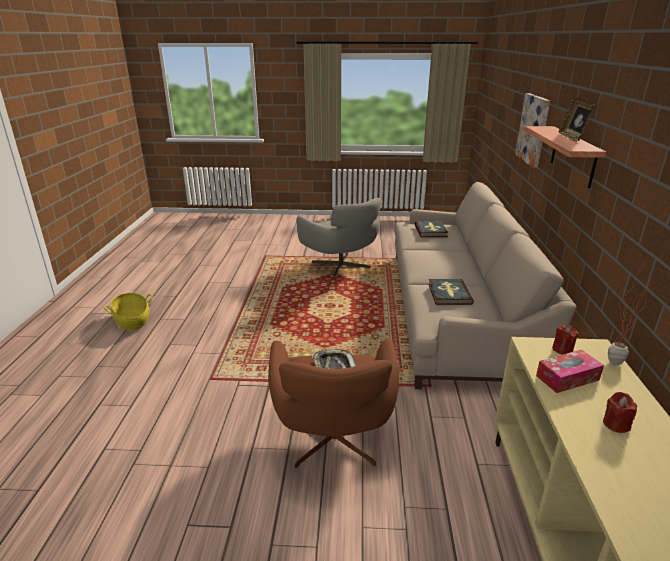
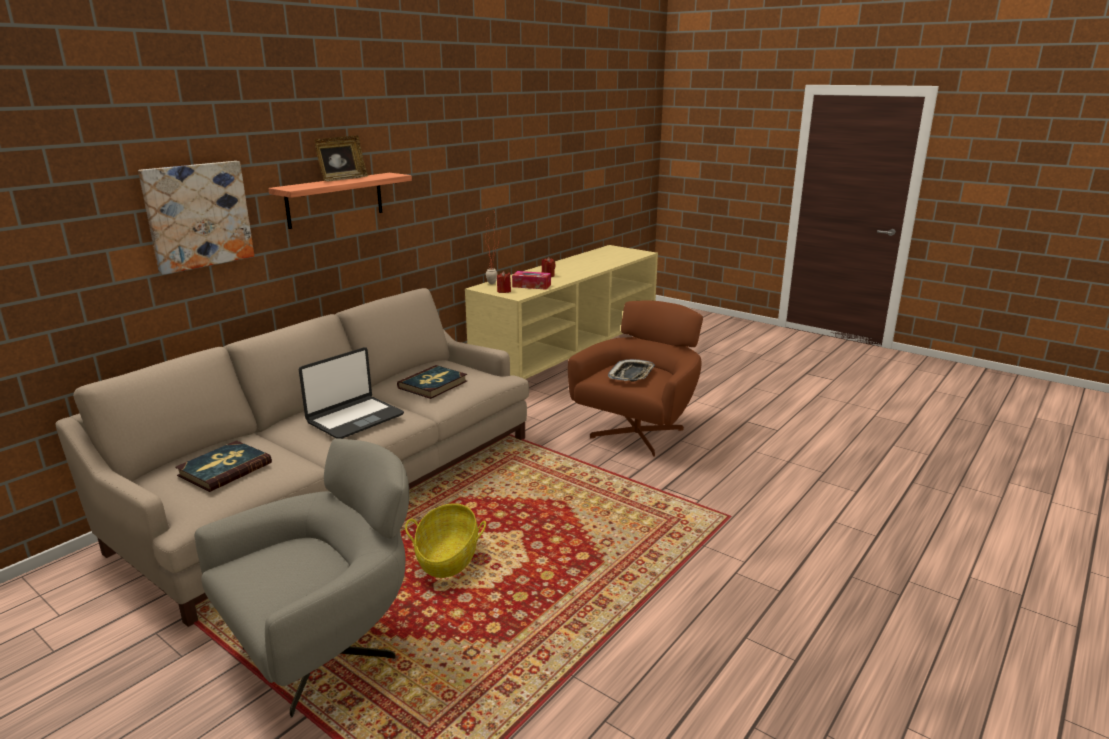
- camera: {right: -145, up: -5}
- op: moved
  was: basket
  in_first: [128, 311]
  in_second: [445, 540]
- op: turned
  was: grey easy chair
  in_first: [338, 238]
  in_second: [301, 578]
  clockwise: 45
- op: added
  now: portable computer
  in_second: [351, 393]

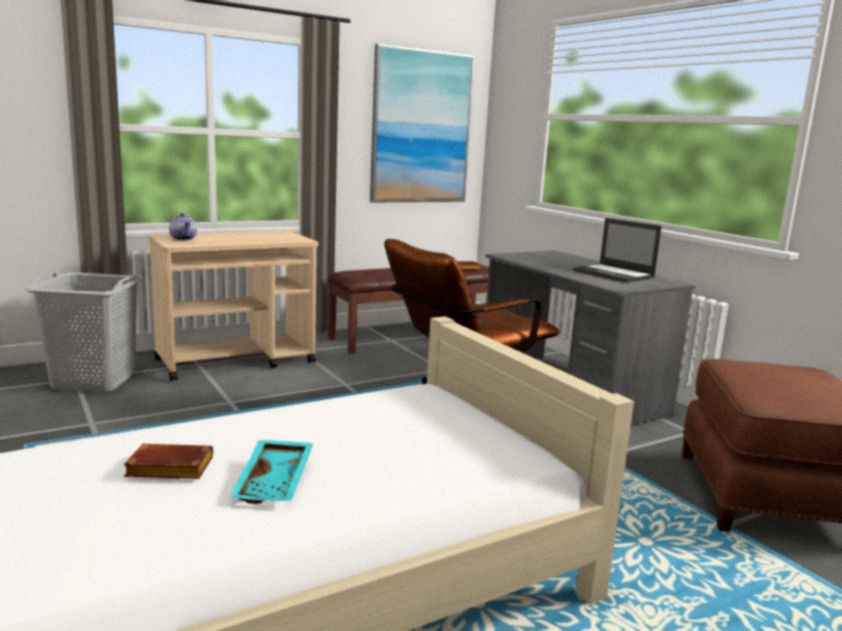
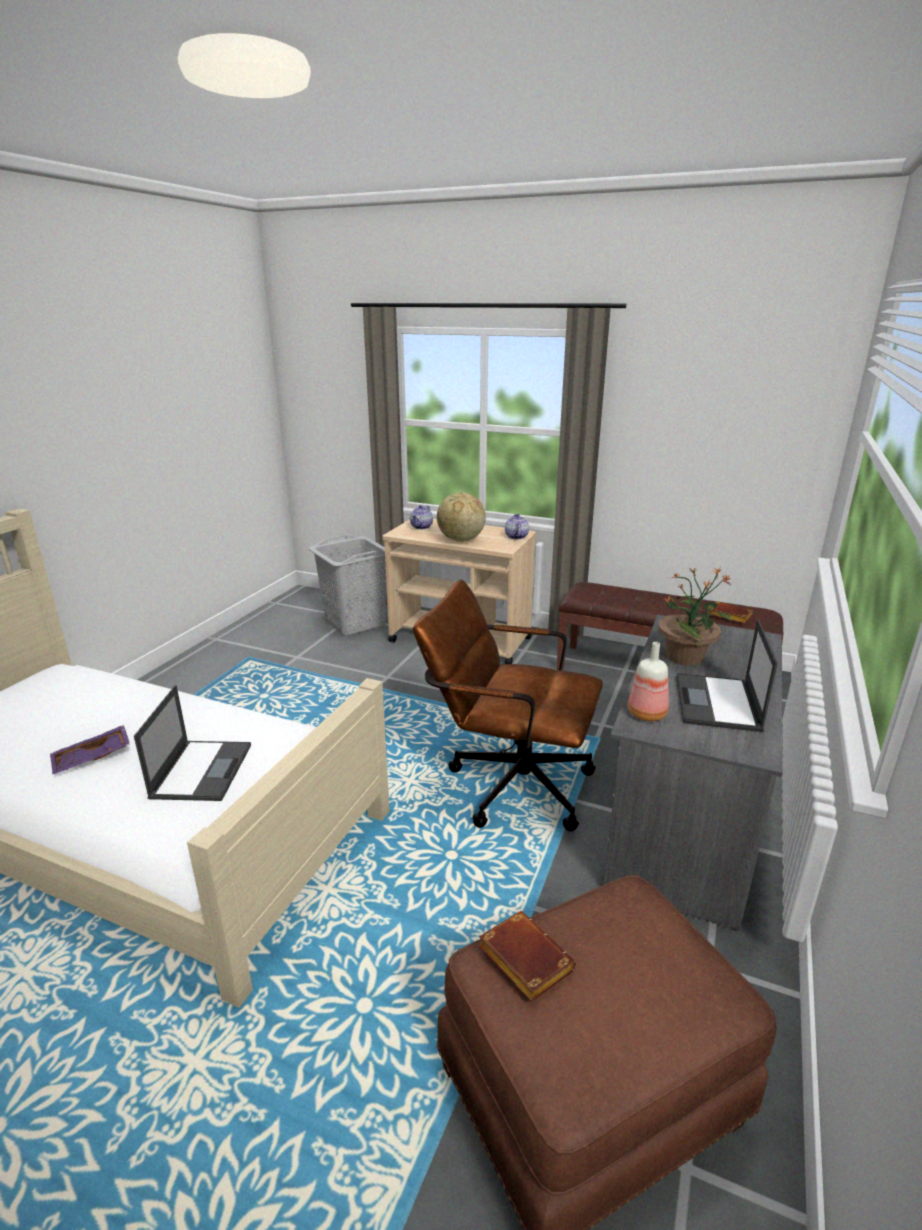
- camera: {right: 55, up: 10}
- op: moved
  was: brown-coloured book
  in_first: [168, 461]
  in_second: [527, 956]
- op: recoloured
  was: blue-green tray
  now: purple tray
  in_first: [271, 472]
  in_second: [90, 750]
- op: removed
  was: wall picture
  in_first: [422, 123]
- op: added
  now: portable computer
  in_second: [192, 743]
- op: added
  now: globe
  in_second: [461, 517]
- op: added
  now: tea pot
  in_second: [517, 526]
- op: added
  now: beverage bottle
  in_second: [648, 681]
- op: added
  now: potted plant
  in_second: [695, 617]

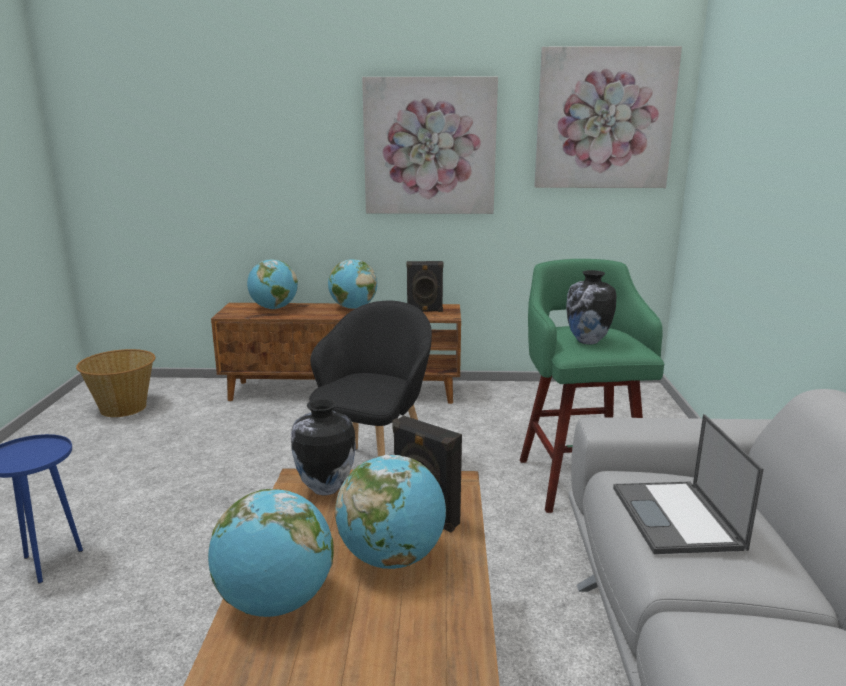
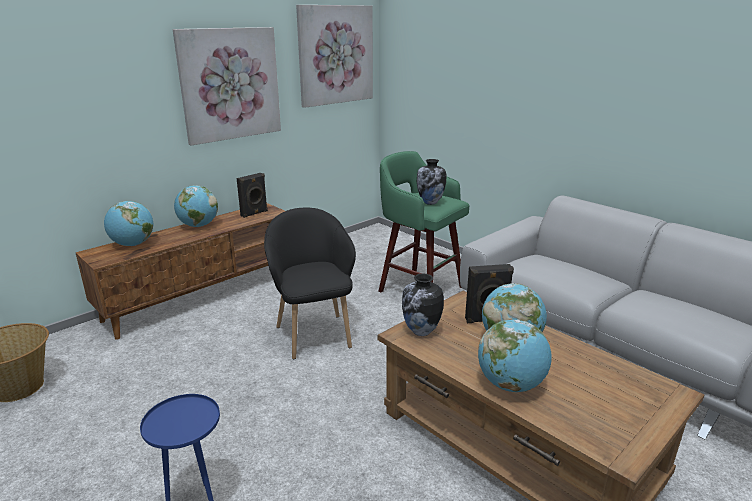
- camera: {right: -45, up: 5}
- op: removed
  was: portable computer
  in_first: [688, 484]

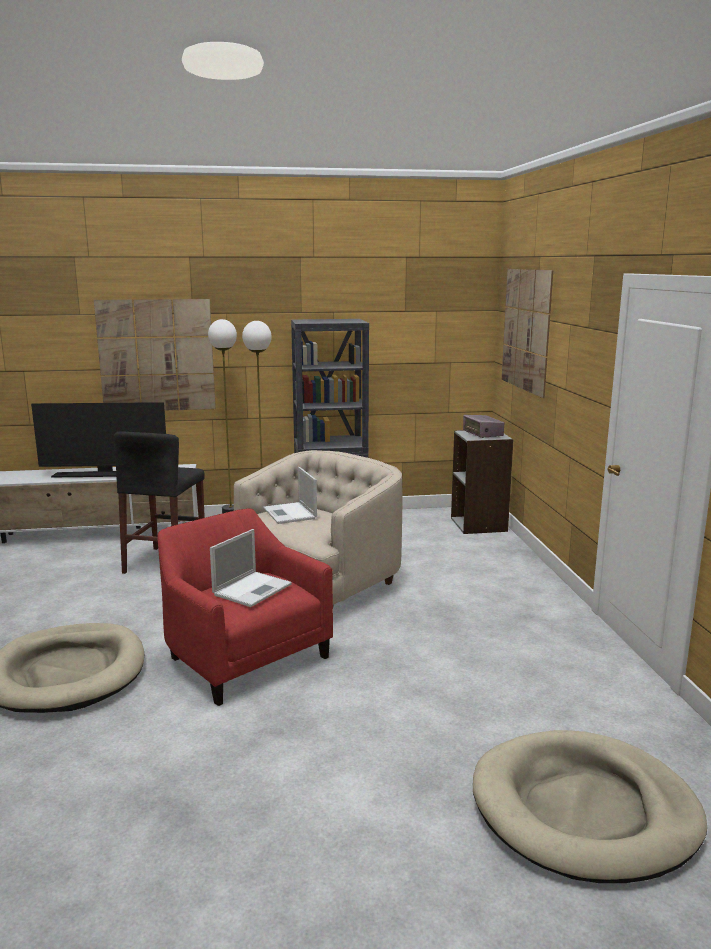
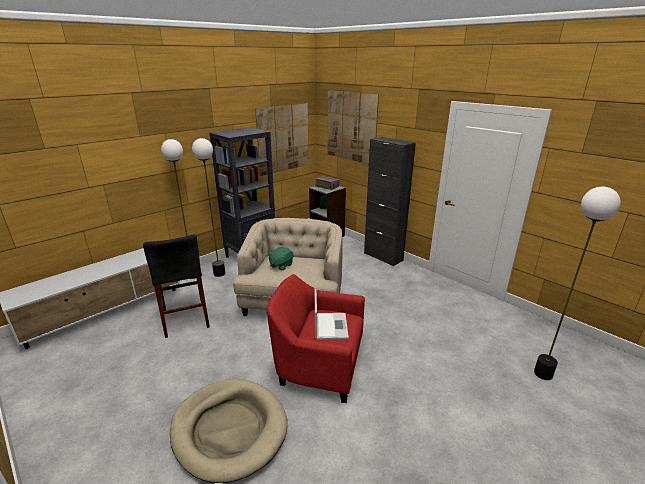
- camera: {right: -35, up: 10}
- op: removed
  was: TV set
  in_first: [98, 440]
- op: moved
  was: wall picture
  in_first: [155, 354]
  in_second: [282, 139]
- op: replaced
  was: portable computer
  now: greenish plush toy
  in_first: [290, 495]
  in_second: [280, 258]
- op: replaced
  was: beige-coloured dog bed
  now: floor lamp
  in_first: [590, 806]
  in_second: [577, 283]
- op: added
  now: blackish cabinet
  in_second: [390, 201]

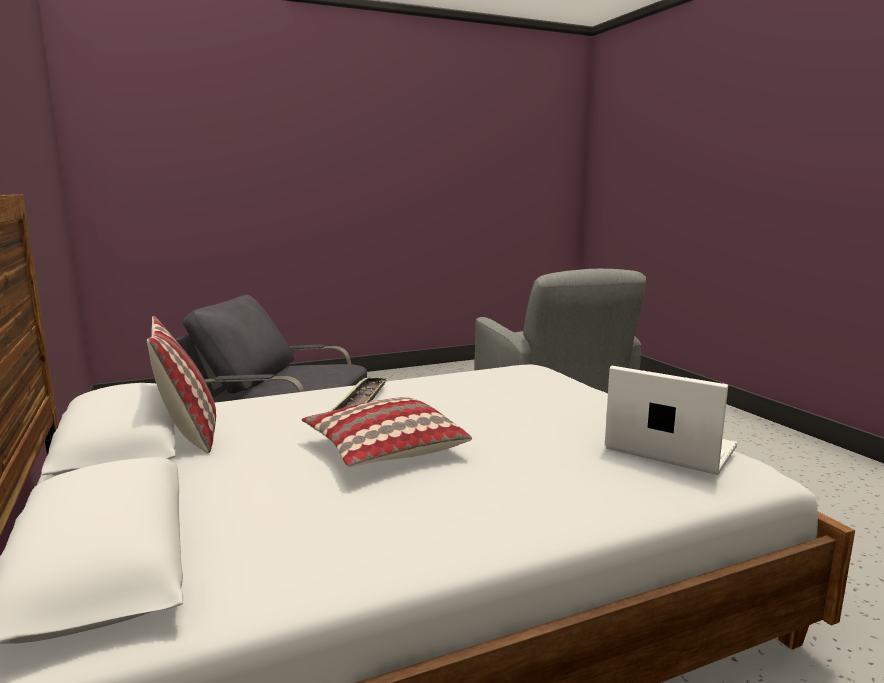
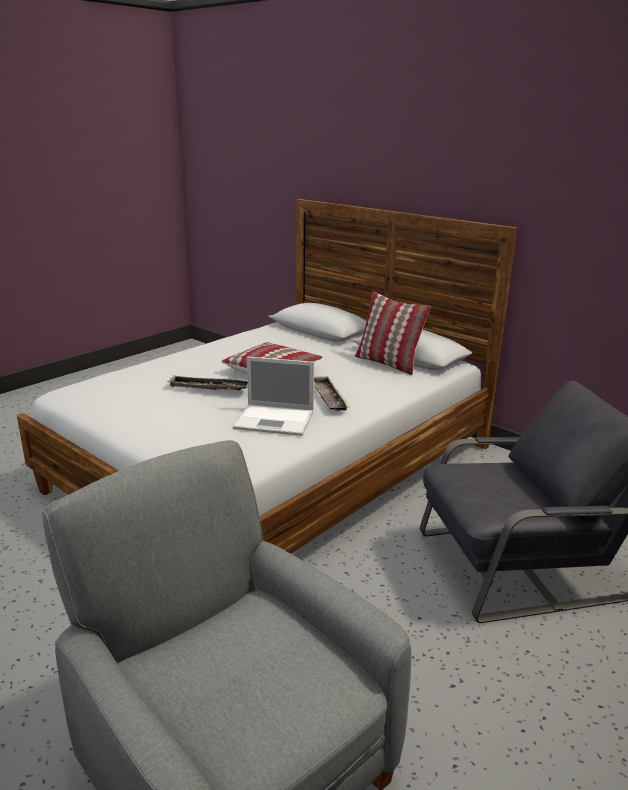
- camera: {right: 155, up: 10}
- op: moved
  was: portable computer
  in_first: [671, 420]
  in_second: [273, 396]
- op: added
  now: tray
  in_second: [207, 383]

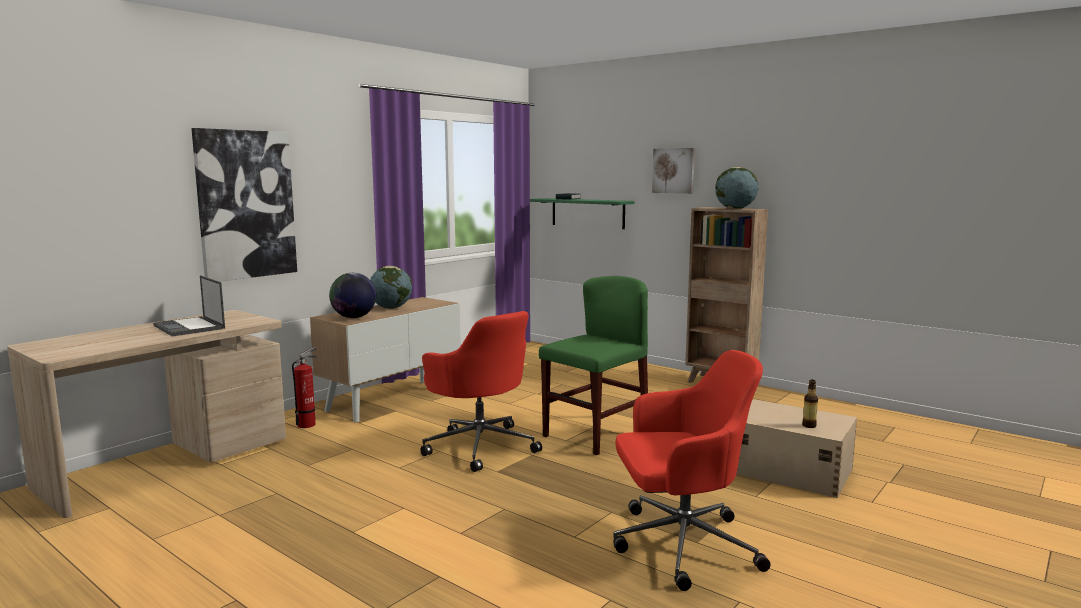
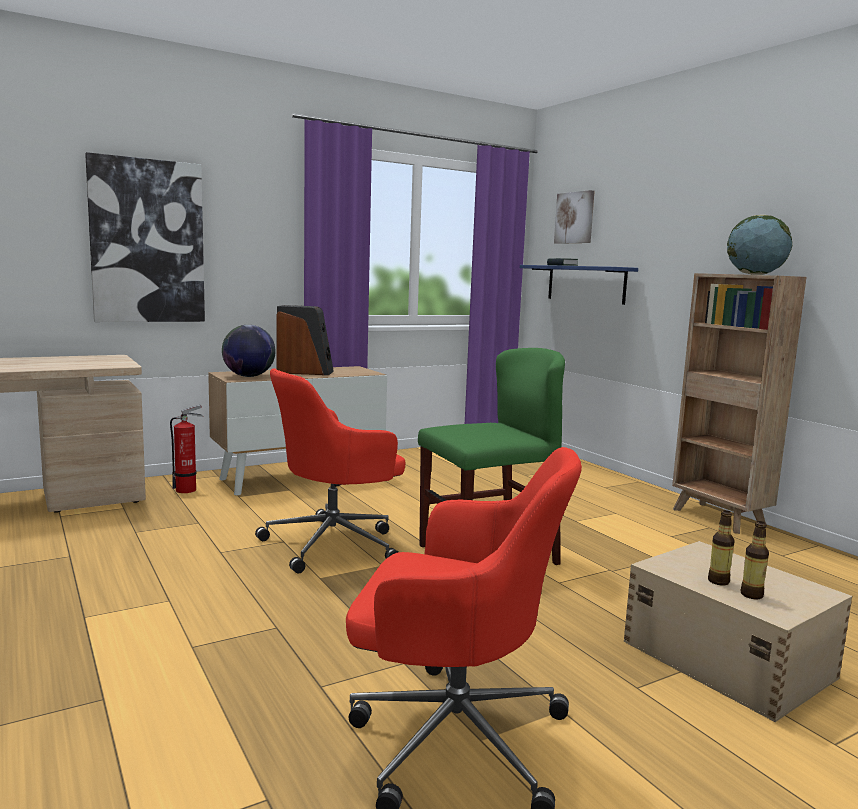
- camera: {right: 20, up: 0}
- op: removed
  was: portable computer
  in_first: [189, 305]
- op: replaced
  was: globe
  now: loudspeaker
  in_first: [391, 287]
  in_second: [305, 340]
- op: turned
  was: red desk chair
  in_first: [481, 391]
  in_second: [330, 471]
  clockwise: 75
- op: recoloured
  was: greenish wall shelf
  now: blue wall shelf
  in_first: [582, 213]
  in_second: [579, 285]
- op: moved
  was: wall picture
  in_first: [673, 171]
  in_second: [574, 217]
- op: added
  now: beverage bottle
  in_second: [721, 548]

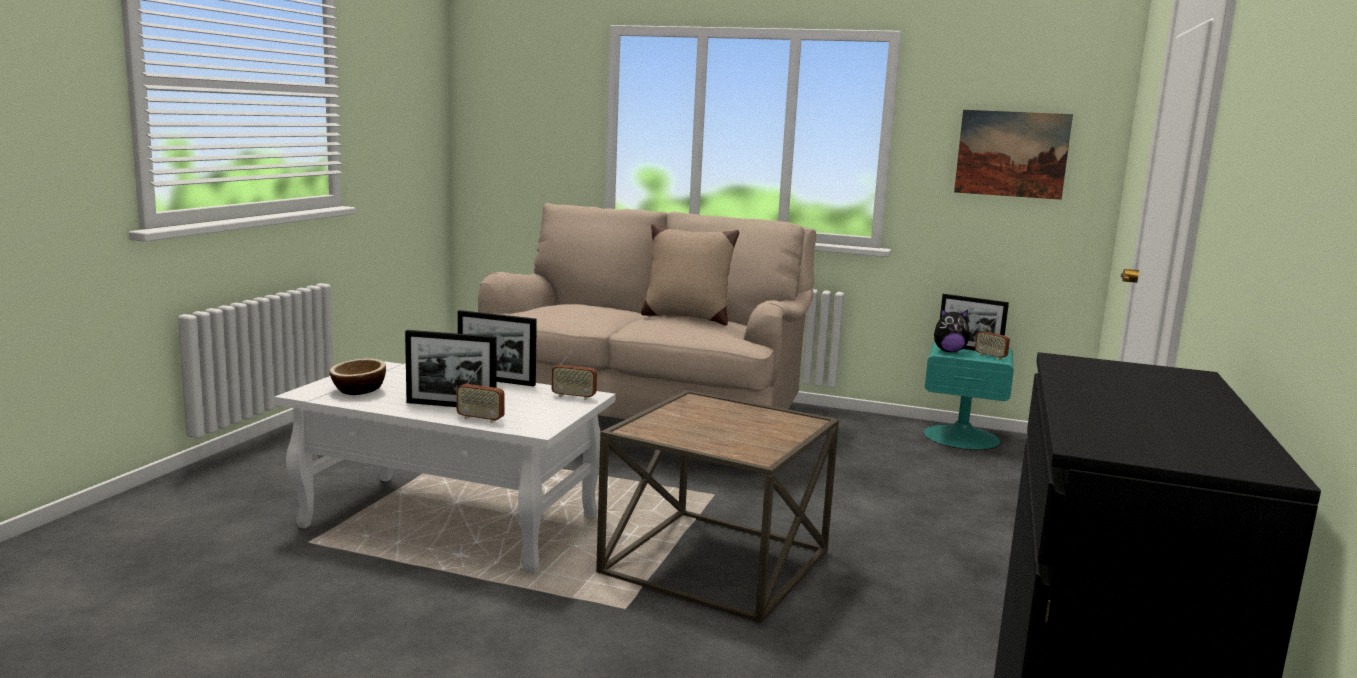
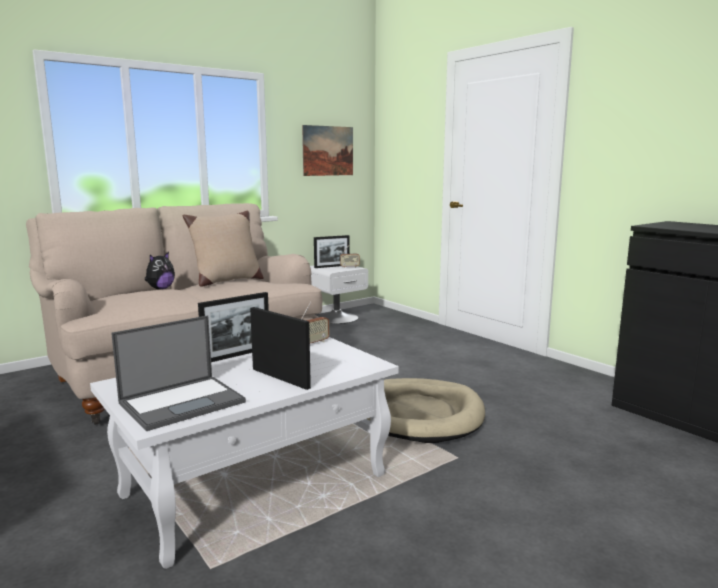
- camera: {right: -55, up: 0}
- op: replaced
  was: bowl
  now: portable computer
  in_first: [357, 376]
  in_second: [178, 373]
- op: turned
  was: photo frame
  in_first: [451, 368]
  in_second: [280, 348]
  clockwise: -90
- op: removed
  was: radio
  in_first: [480, 392]
- op: replaced
  was: brown-coloured end table
  now: beige-coloured dog bed
  in_first: [717, 507]
  in_second: [426, 410]
- op: recoloured
  was: blue-green night table
  now: white-coloured night table
  in_first: [969, 395]
  in_second: [339, 294]
- op: moved
  was: plush toy
  in_first: [951, 330]
  in_second: [159, 270]

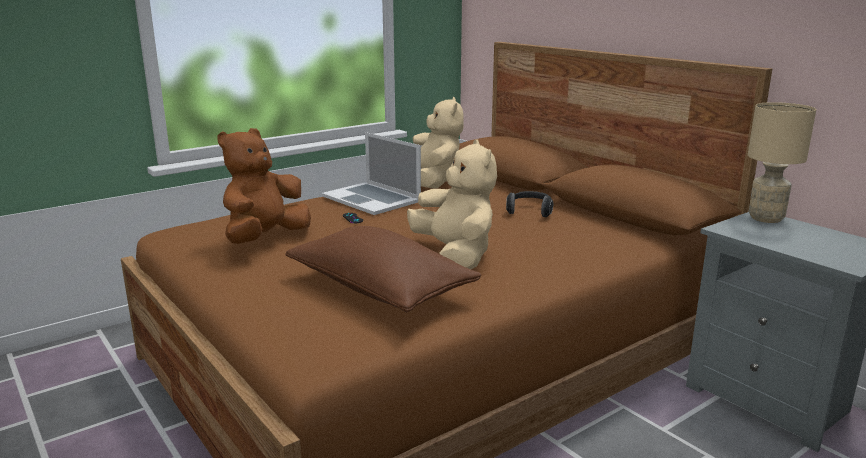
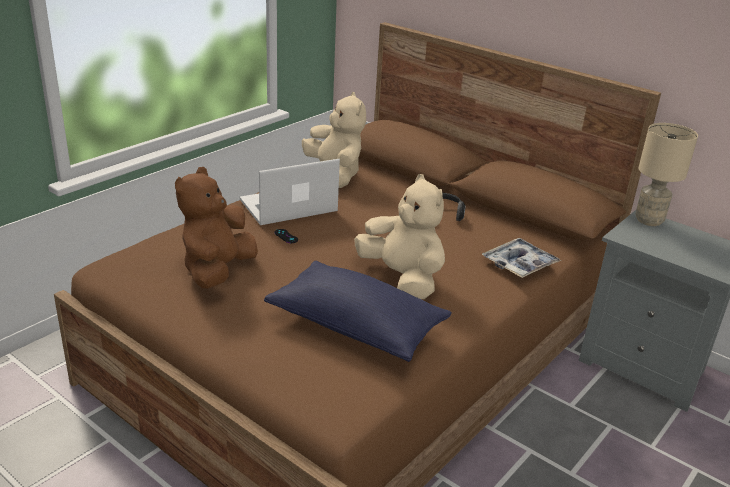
- camera: {right: -15, up: 10}
- op: recoloured
  was: brown-coloured cushion
  now: blue cushion
  in_first: [383, 269]
  in_second: [358, 311]
- op: turned
  was: portable computer
  in_first: [371, 173]
  in_second: [290, 192]
  clockwise: 120
- op: added
  now: tray
  in_second: [521, 258]

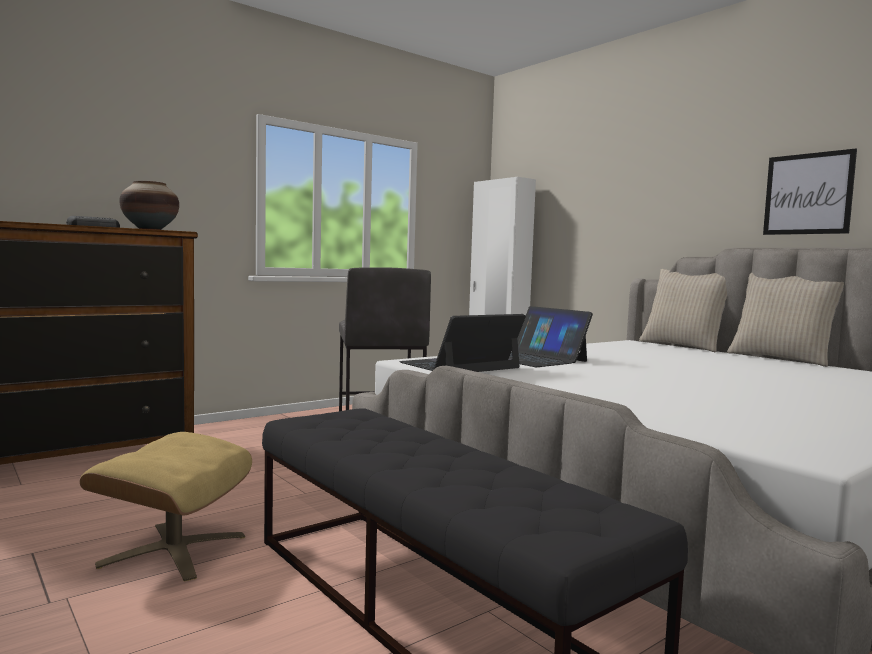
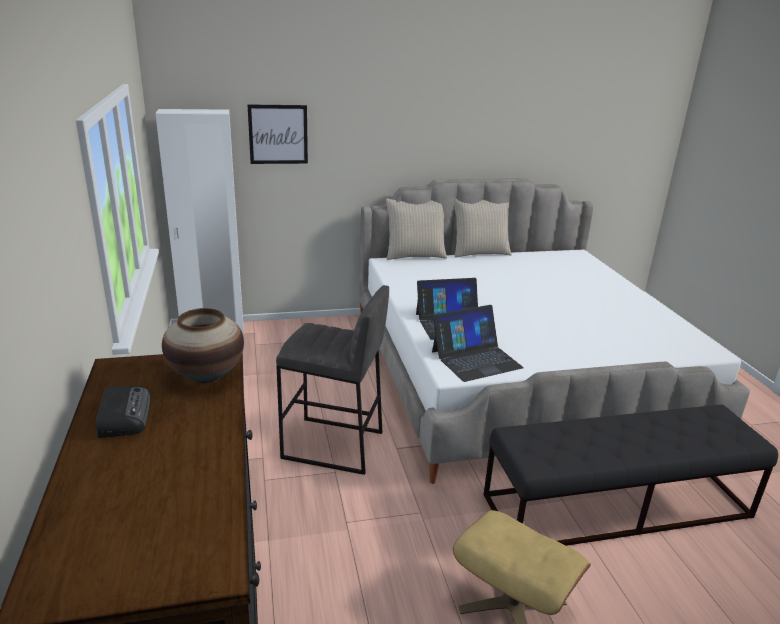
- camera: {right: -65, up: 20}
- op: turned
  was: portable computer
  in_first: [462, 343]
  in_second: [478, 343]
  clockwise: -105
- op: moved
  was: wall picture
  in_first: [810, 192]
  in_second: [277, 134]

